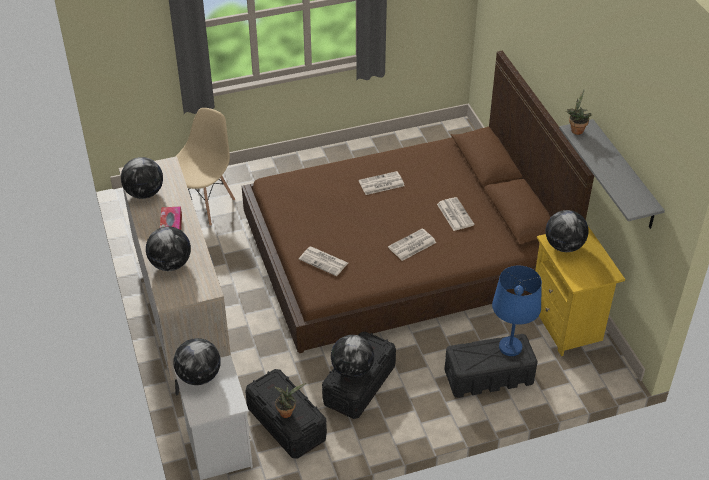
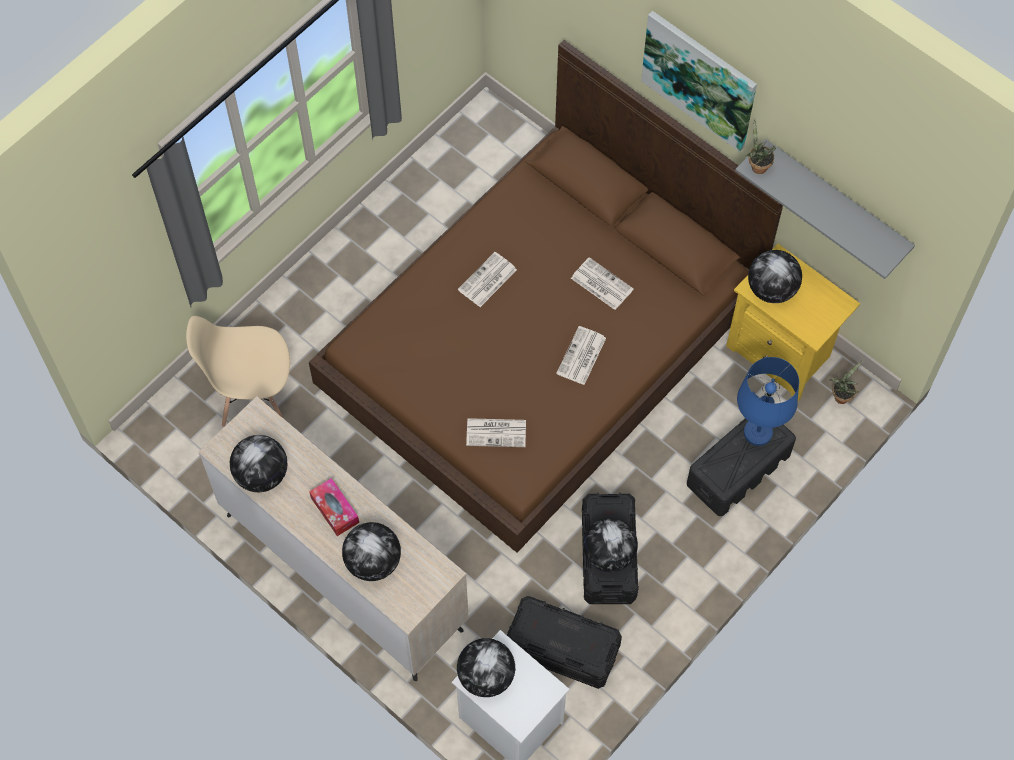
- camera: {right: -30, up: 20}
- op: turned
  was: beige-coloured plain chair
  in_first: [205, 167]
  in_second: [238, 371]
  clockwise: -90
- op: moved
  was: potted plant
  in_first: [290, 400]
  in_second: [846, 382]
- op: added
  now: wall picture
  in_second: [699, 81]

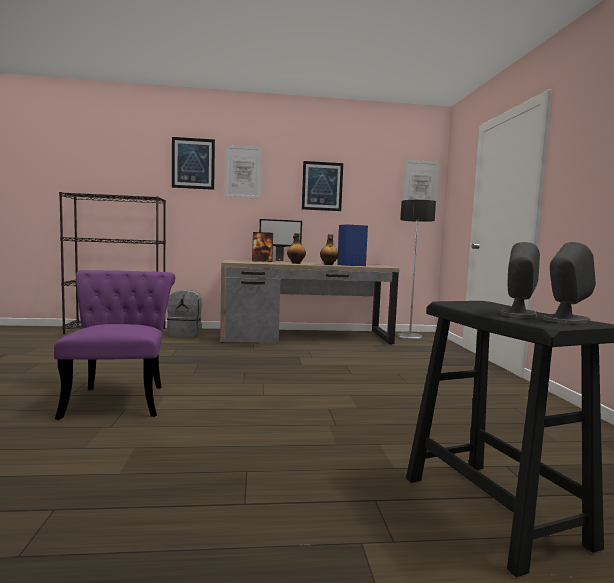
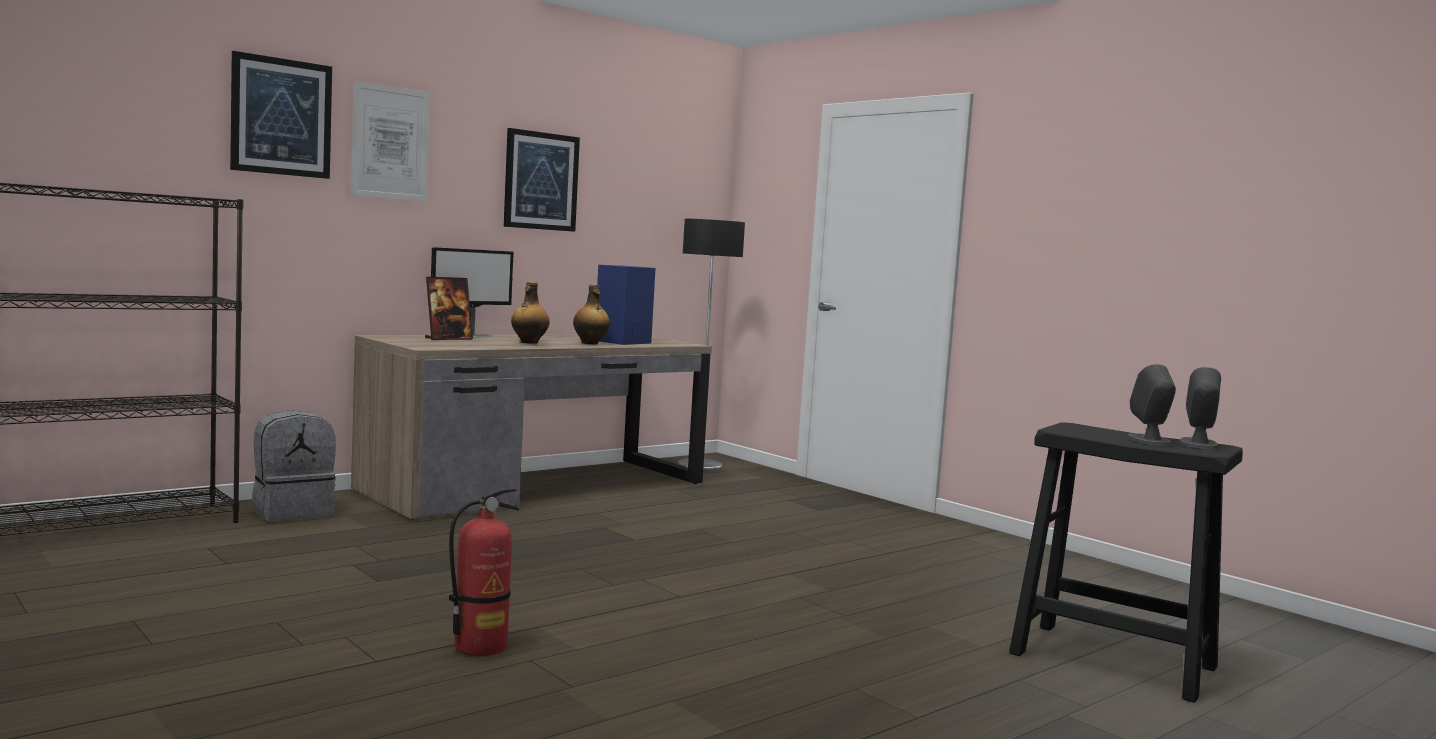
- camera: {right: -35, up: 0}
- op: replaced
  was: purple plain chair
  now: fire-fighting cylinder
  in_first: [114, 345]
  in_second: [484, 572]
- op: removed
  was: wall picture
  in_first: [421, 185]

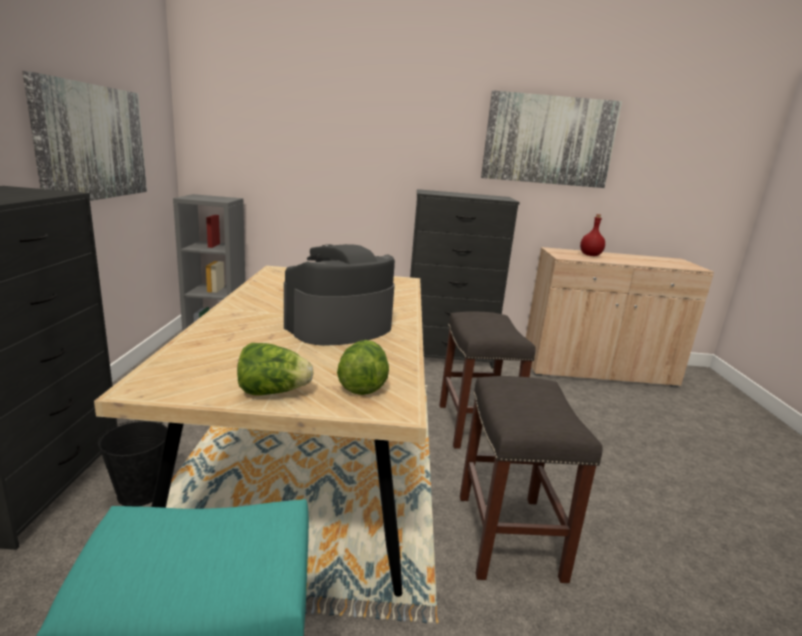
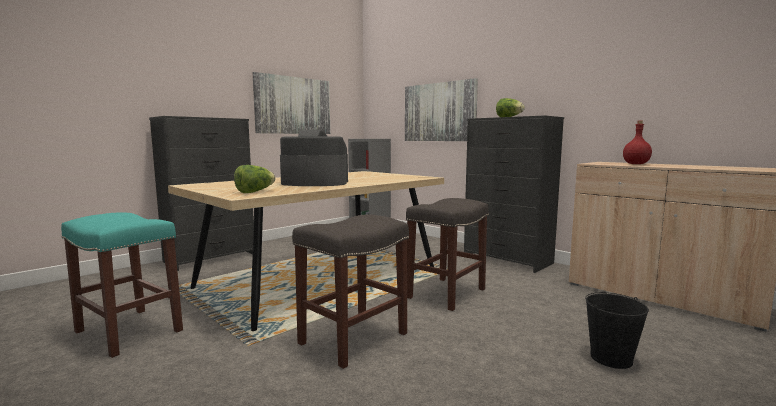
- camera: {right: 45, up: -10}
- op: moved
  was: blackish pail
  in_first: [132, 463]
  in_second: [617, 330]
- op: moved
  was: lettuce
  in_first: [275, 369]
  in_second: [510, 107]
- op: moved
  was: wall picture
  in_first: [551, 139]
  in_second: [441, 109]

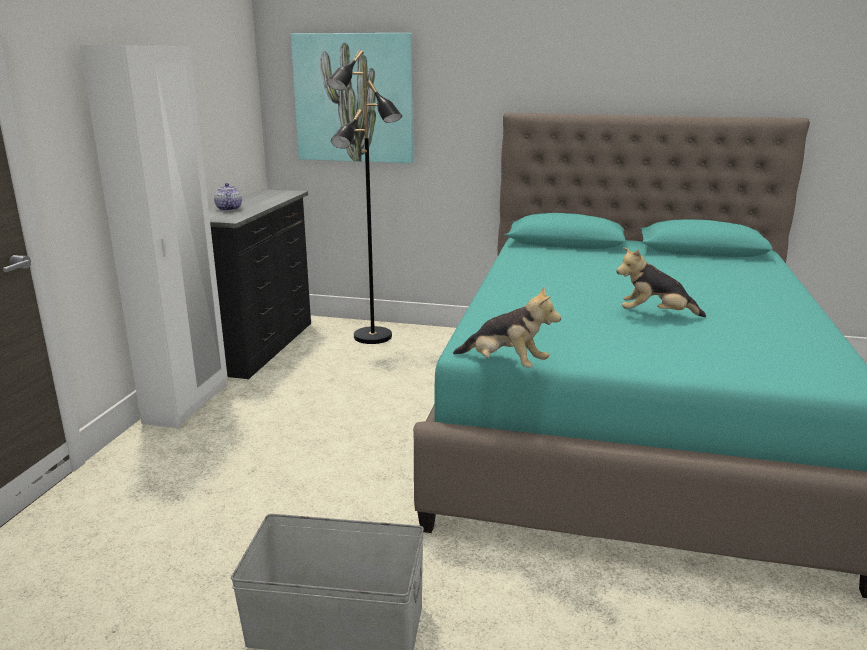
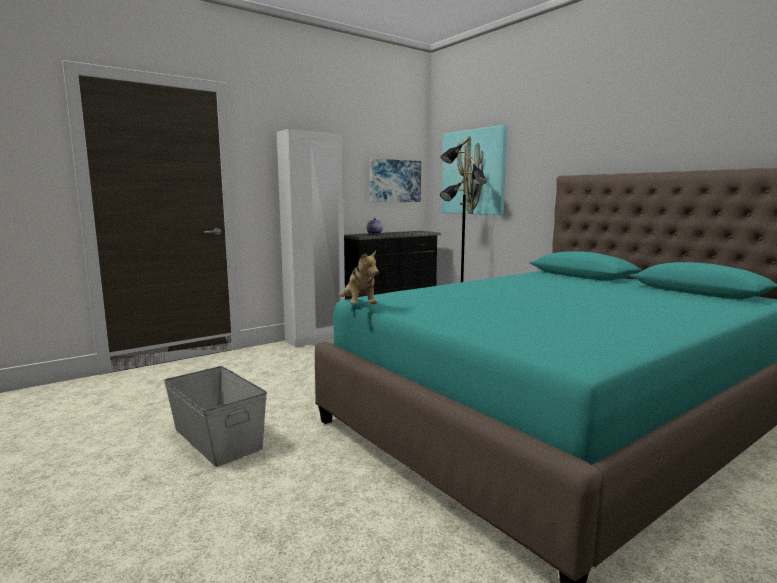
- camera: {right: 40, up: -10}
- op: removed
  was: plush toy
  in_first: [661, 282]
- op: added
  now: wall picture
  in_second: [395, 180]

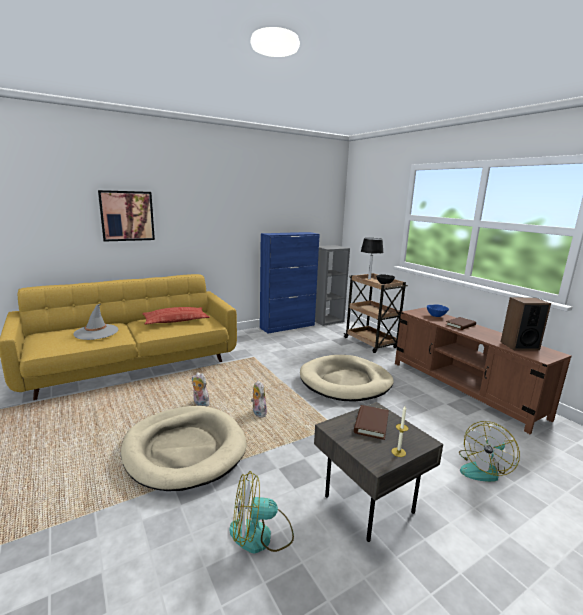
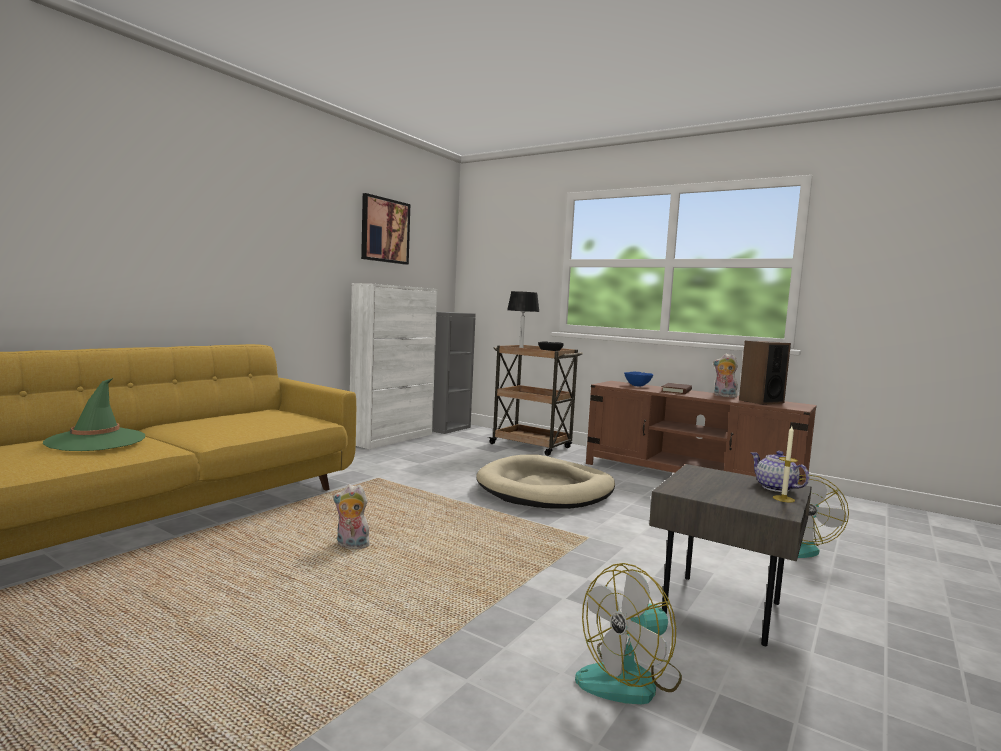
- camera: {right: -25, up: -10}
- op: recoloured
  was: grey hat
  now: greenish hat
  in_first: [96, 322]
  in_second: [94, 414]
- op: moved
  was: wall picture
  in_first: [126, 216]
  in_second: [385, 229]
- op: removed
  was: beige-coloured dog bed
  in_first: [184, 448]
- op: removed
  was: cushion
  in_first: [176, 316]
- op: moved
  was: plush toy
  in_first: [259, 399]
  in_second: [725, 376]
- op: recoloured
  was: blue cabinet
  now: white-coloured cabinet
  in_first: [290, 282]
  in_second: [393, 366]
- op: removed
  was: brown-coloured book
  in_first: [371, 422]
- op: added
  now: tea pot
  in_second: [780, 471]

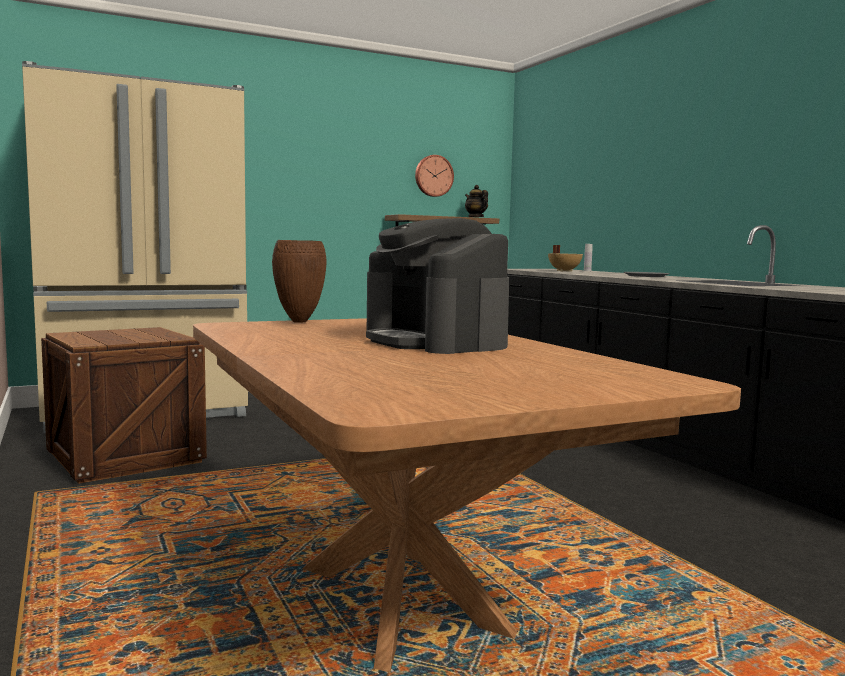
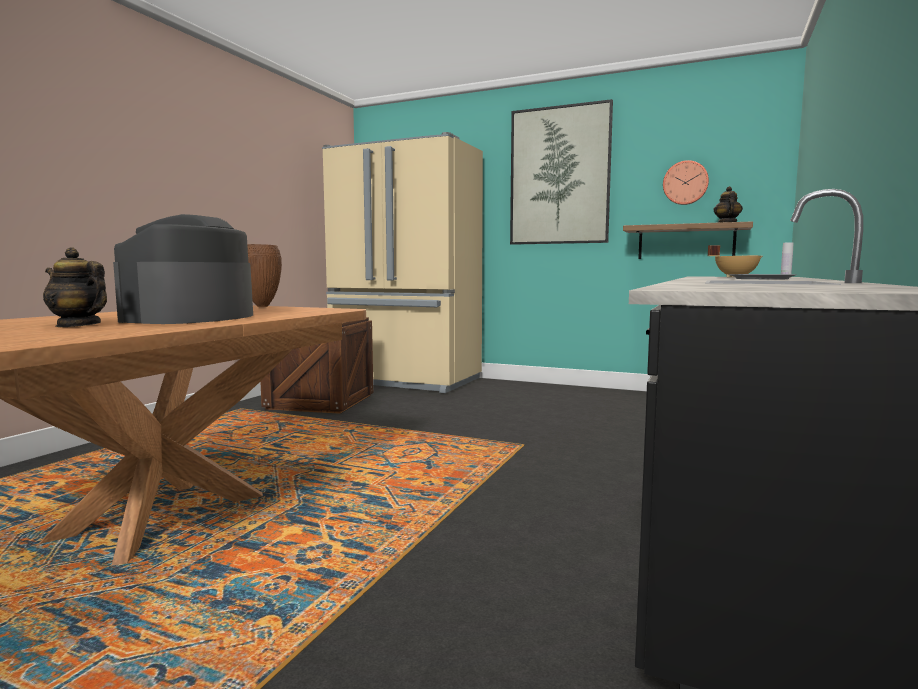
- camera: {right: 50, up: 0}
- op: added
  now: tea pot
  in_second: [75, 287]
- op: added
  now: wall picture
  in_second: [561, 172]

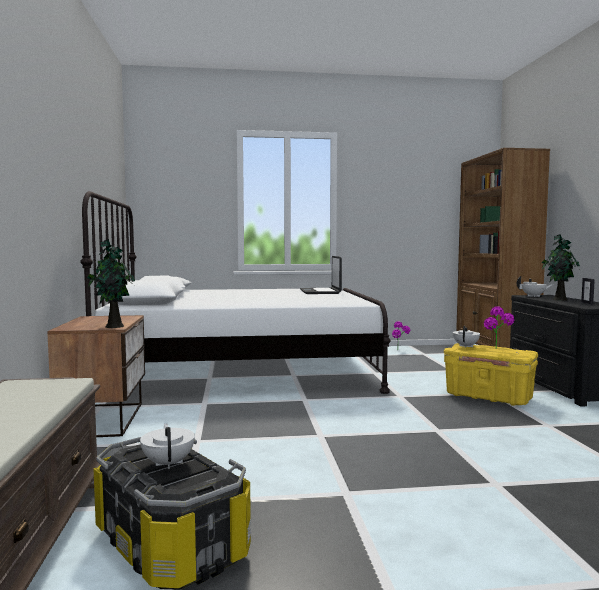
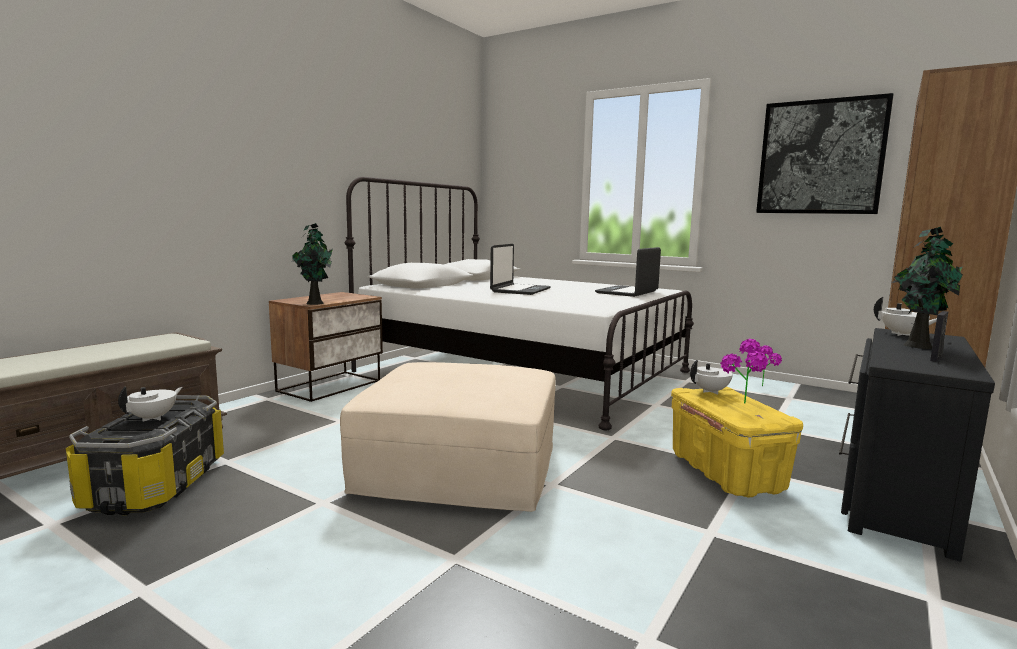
- camera: {right: 40, up: 5}
- op: added
  now: beige-coloured ottoman
  in_second: [448, 437]
- op: added
  now: portable computer
  in_second: [520, 269]
- op: added
  now: wall picture
  in_second: [825, 153]

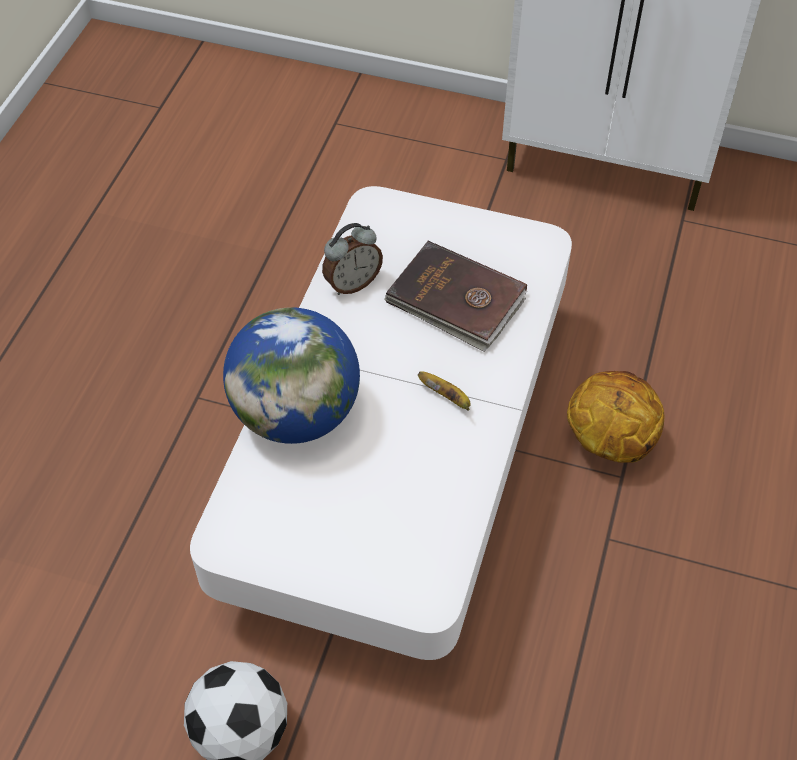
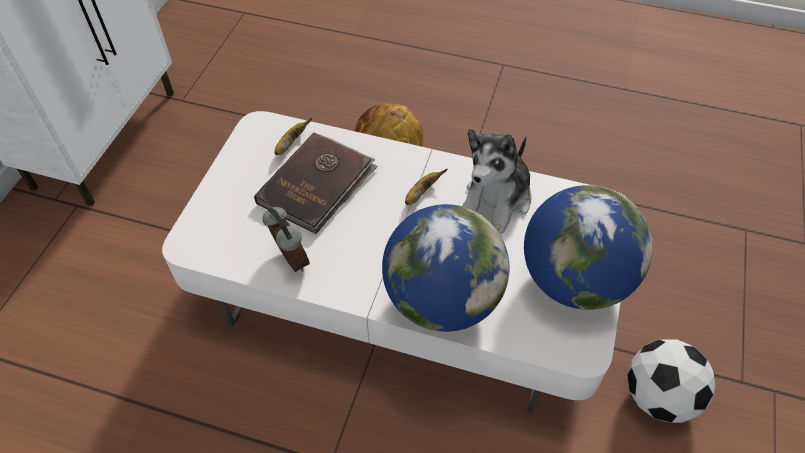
- camera: {right: -90, up: 0}
- op: added
  now: whole banana
  in_second: [293, 136]
- op: added
  now: plush toy
  in_second: [497, 181]
- op: added
  now: globe
  in_second: [588, 247]

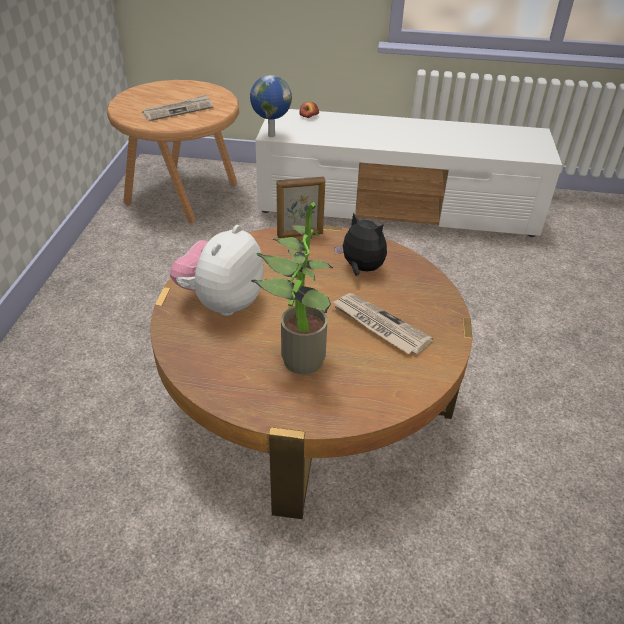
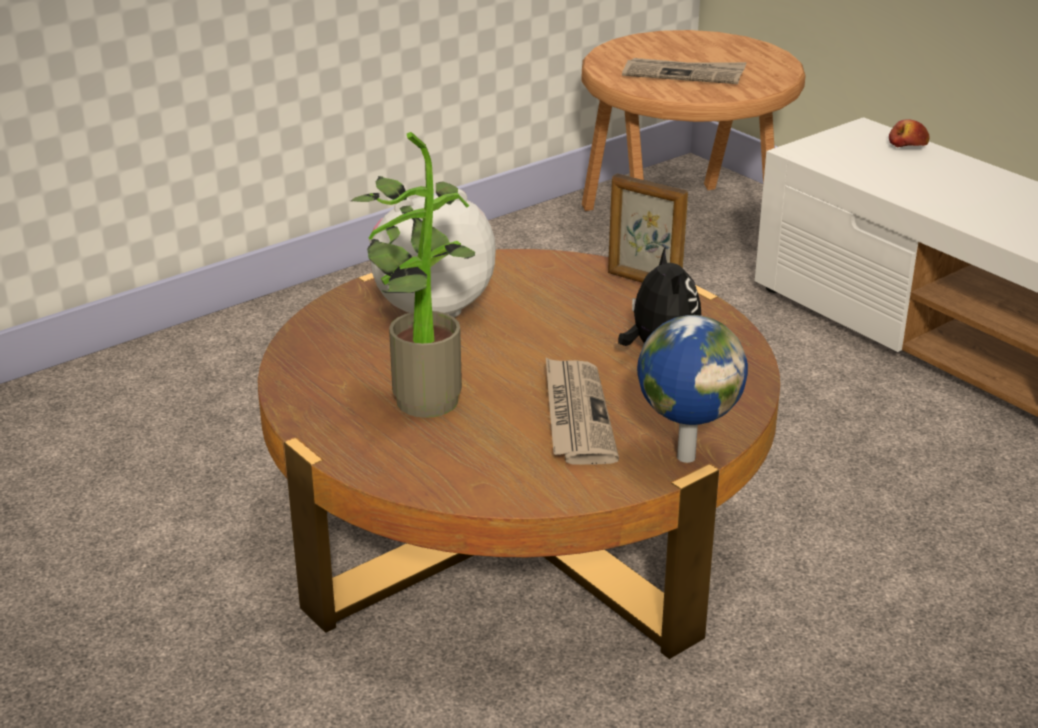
- camera: {right: 45, up: -10}
- op: moved
  was: globe
  in_first: [271, 106]
  in_second: [692, 389]

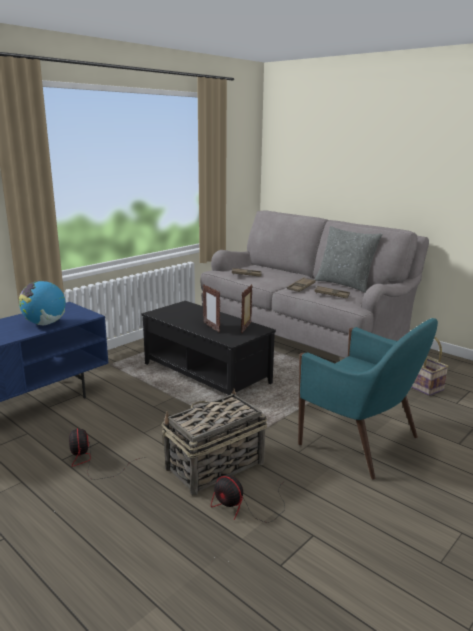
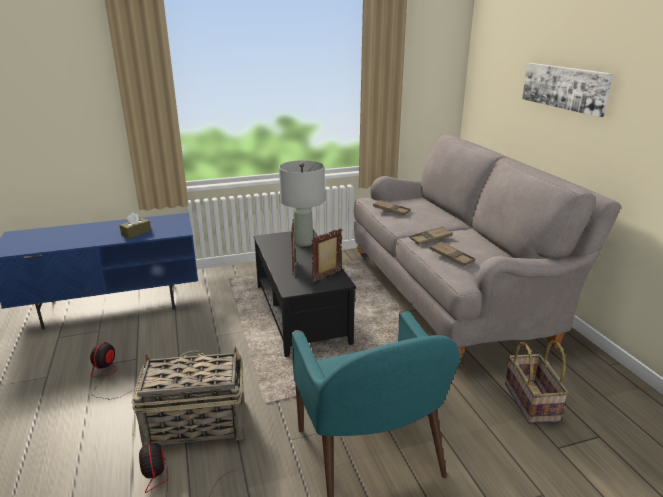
- camera: {right: 30, up: 5}
- op: replaced
  was: globe
  now: brown-coloured box of tissues
  in_first: [42, 303]
  in_second: [135, 225]
- op: removed
  was: grey cushion
  in_first: [348, 259]
- op: added
  now: grey tabletop lamp
  in_second: [302, 203]
- op: added
  now: wall picture
  in_second: [567, 90]

